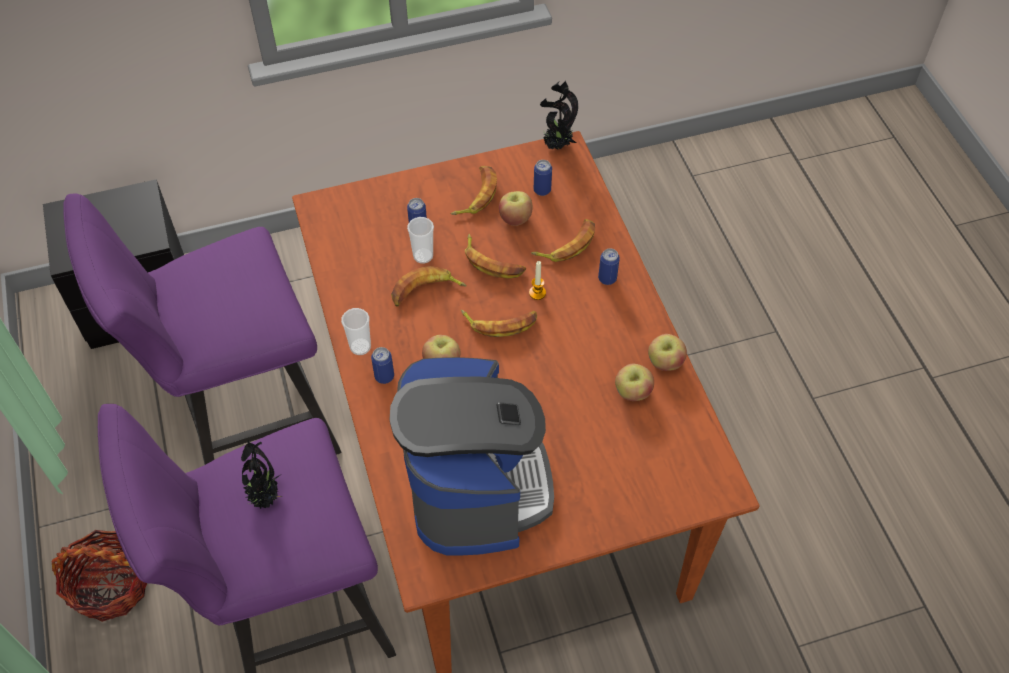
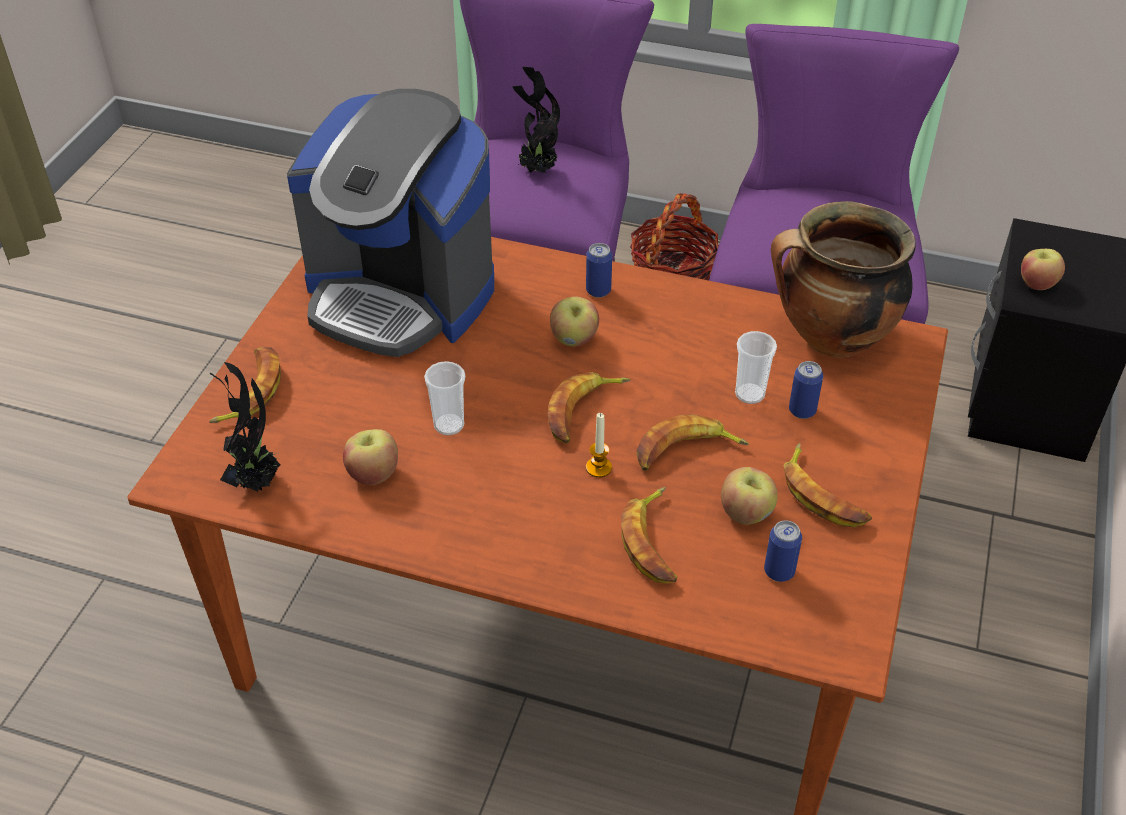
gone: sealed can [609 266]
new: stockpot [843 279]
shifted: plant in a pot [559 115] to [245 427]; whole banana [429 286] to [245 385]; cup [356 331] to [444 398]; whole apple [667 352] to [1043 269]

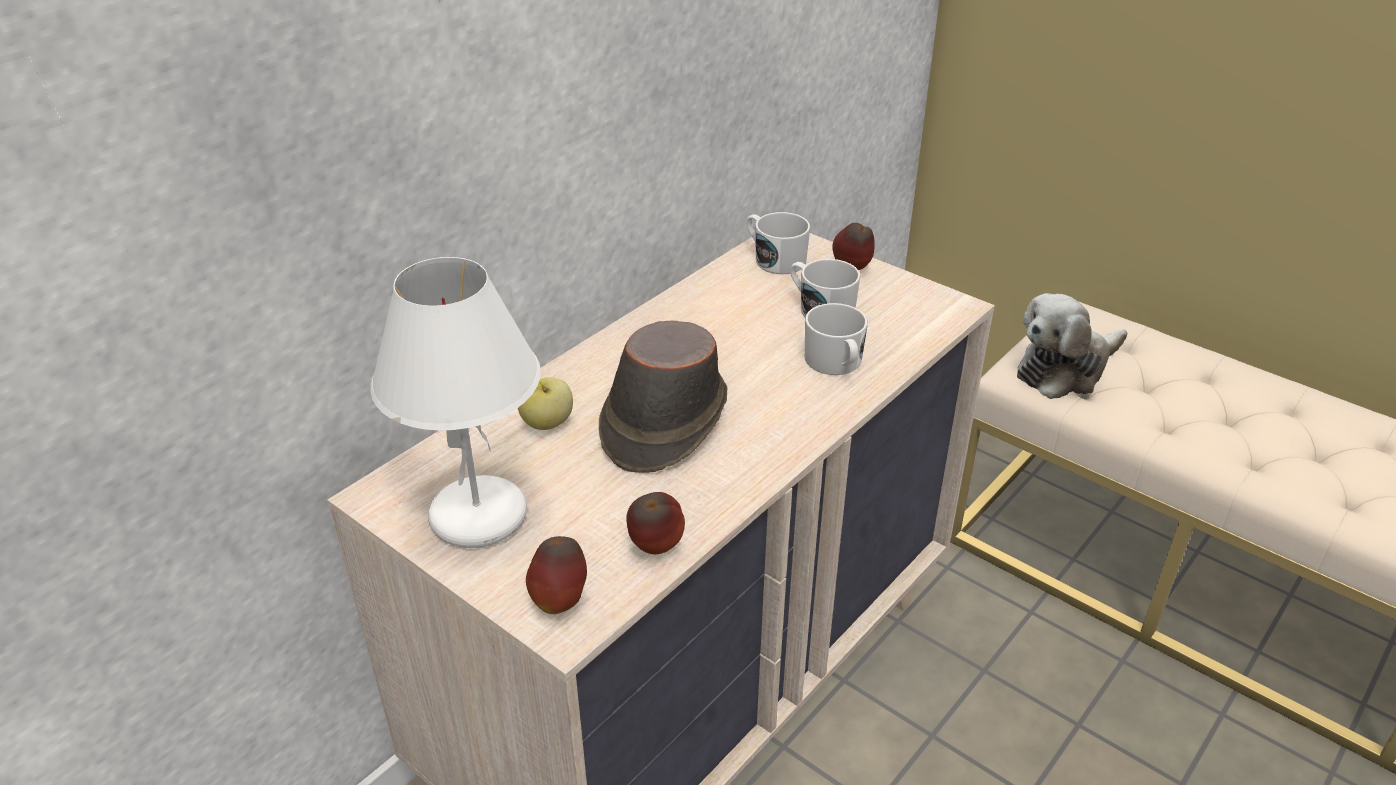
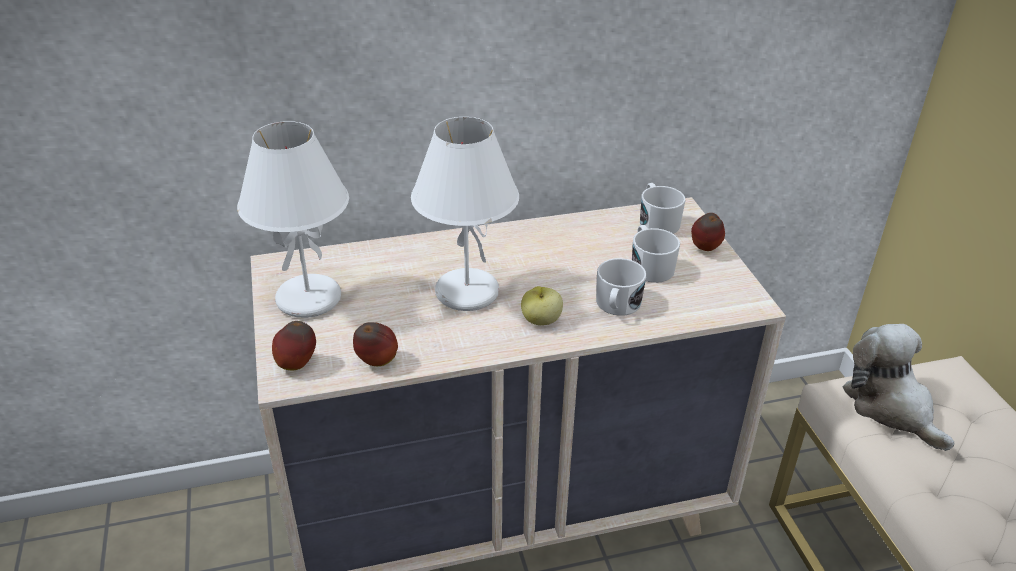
shifted: whole apple [545 403] to [542 305]
swapped: clothing hat (brownish) [663 397] to table lamp (whitish) [465 214]
rotated: plush toy [1072 346] = [899 387] 60 degrees clockwise

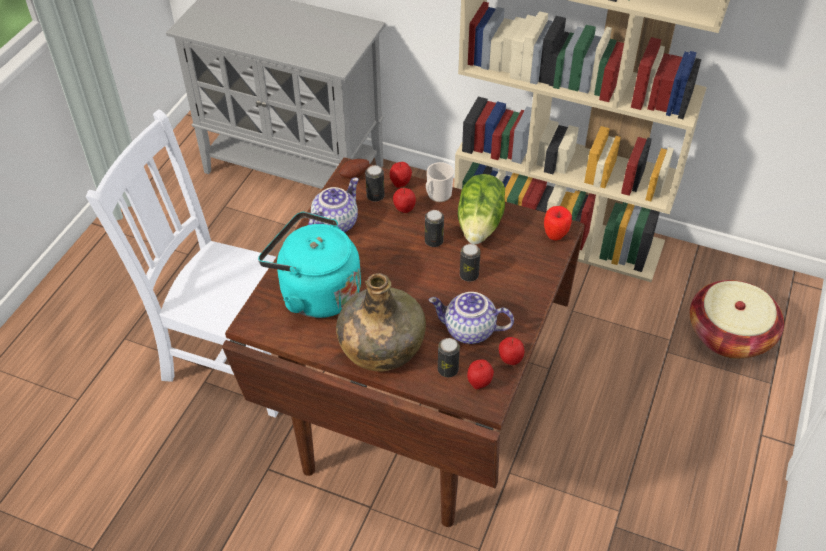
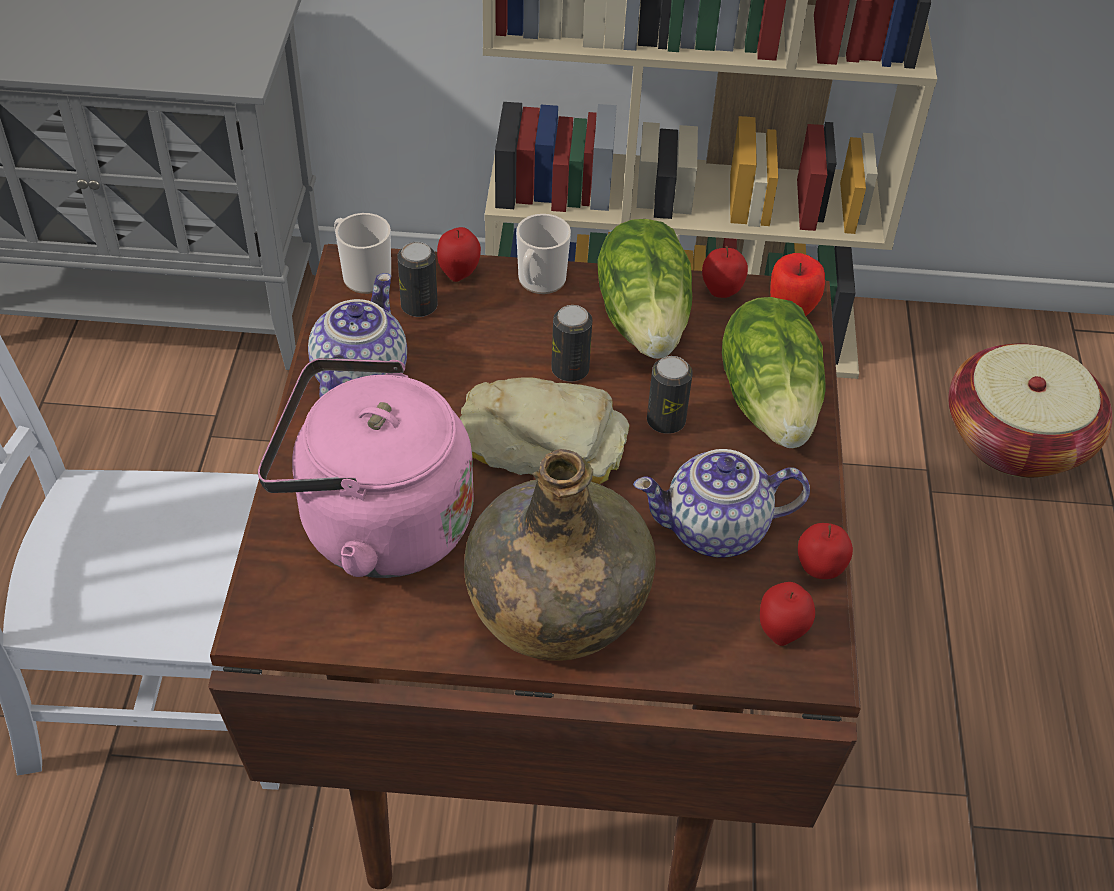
gone: sealed can [449 357]
new: head of lettuce [774 372]; baked bread [545 430]
shifted: whole apple [404 200] to [725 272]
swapped: potato [354 169] to coffee mug [362 253]
repainted: water kettle (turquoise-coloured) [309 264] to water kettle (pinkish) [366 468]

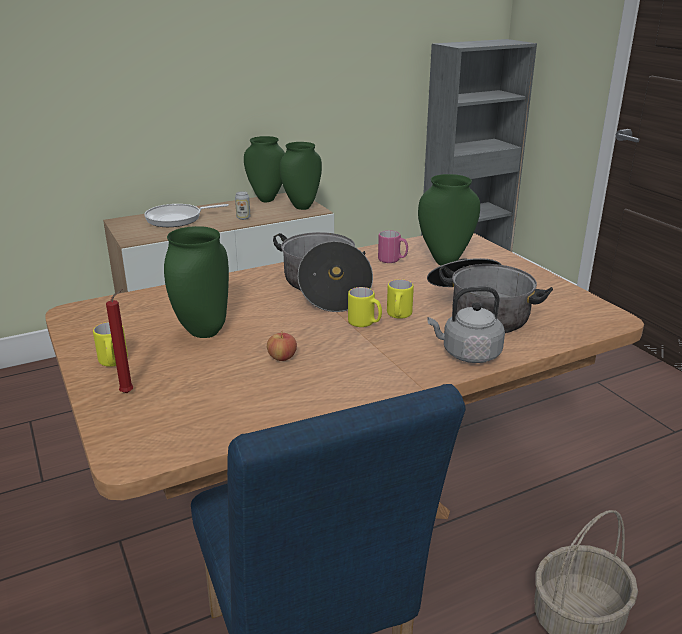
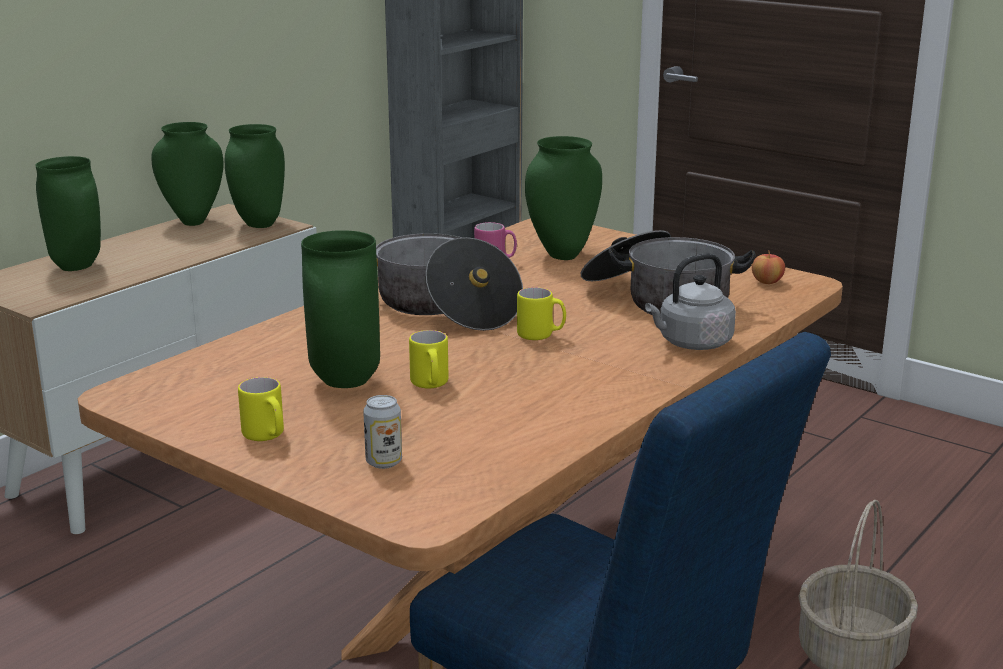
gone: wax light (red) [119 341]
shifted: sealed can [242 205] to [382 432]; coffee mug (yellow) [400 299] to [428 359]; whole apple [282 346] to [768 267]
swapped: pan [186 215] to decorative vase (greenish) [68 213]

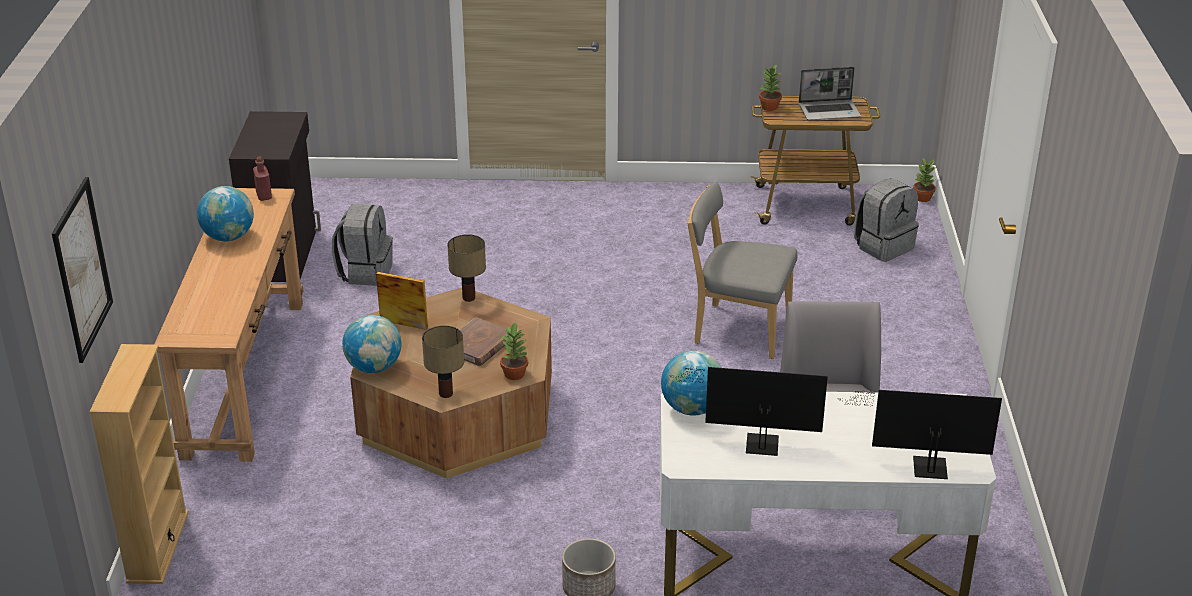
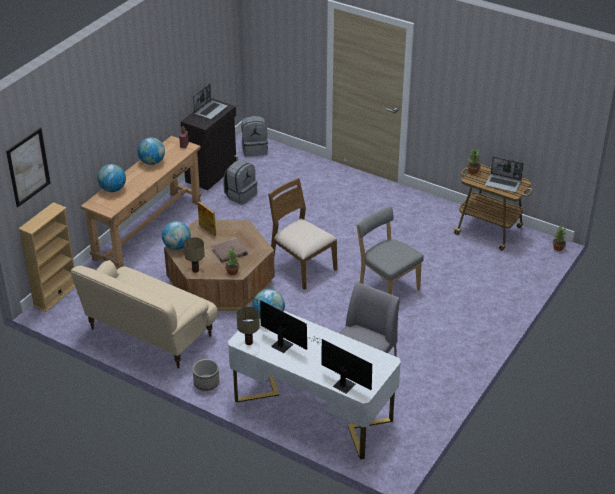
new: laptop [210 101]; desk globe [111 178]; plain chair (brownish) [302 234]; sofa (beige-coloured) [144 314]
shifted: rucksack (greyish) [886 220] to [254 136]; table lamp [466 268] to [248 326]

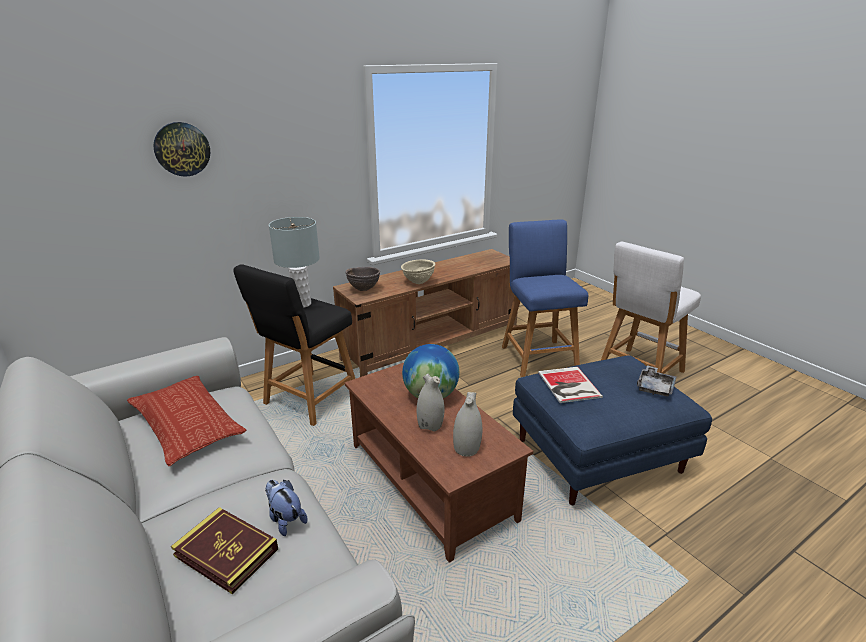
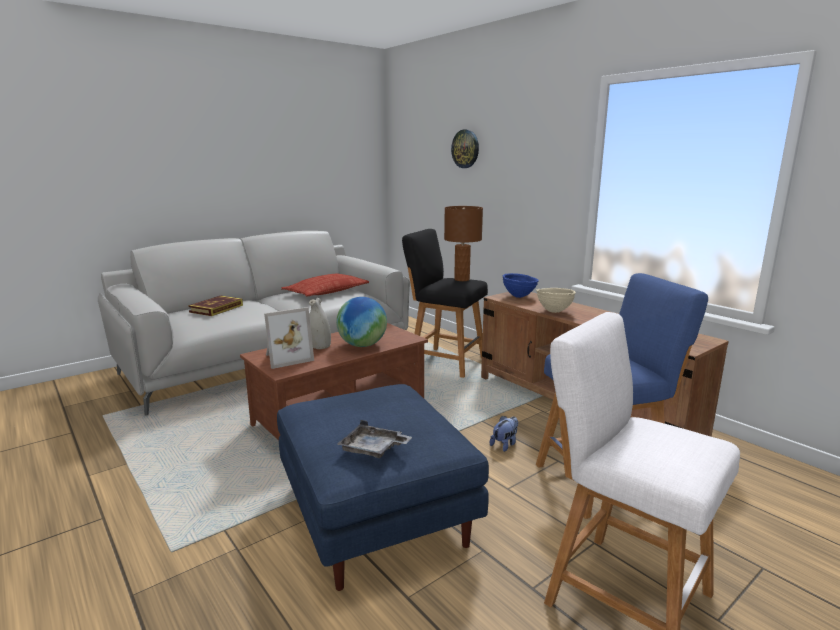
gone: volume [570 385]
shifted: plush toy [286 508] to [504 434]
swapped: decorative vase (whitish) [467 424] to picture frame [289 338]
repainted: table lamp (greyish) [294 262] to table lamp (brownish) [463 243]; deep dish (brownish) [362 279] to deep dish (bluish) [521 285]

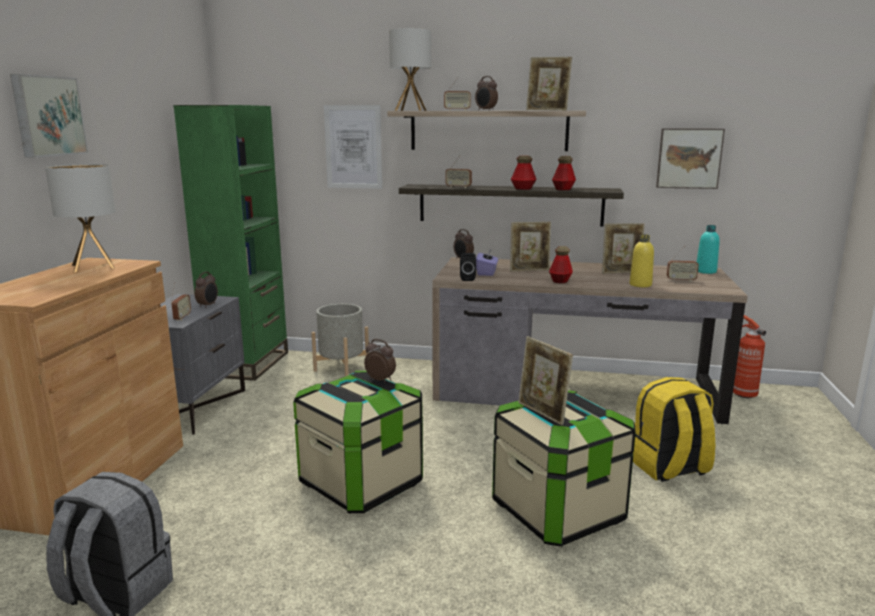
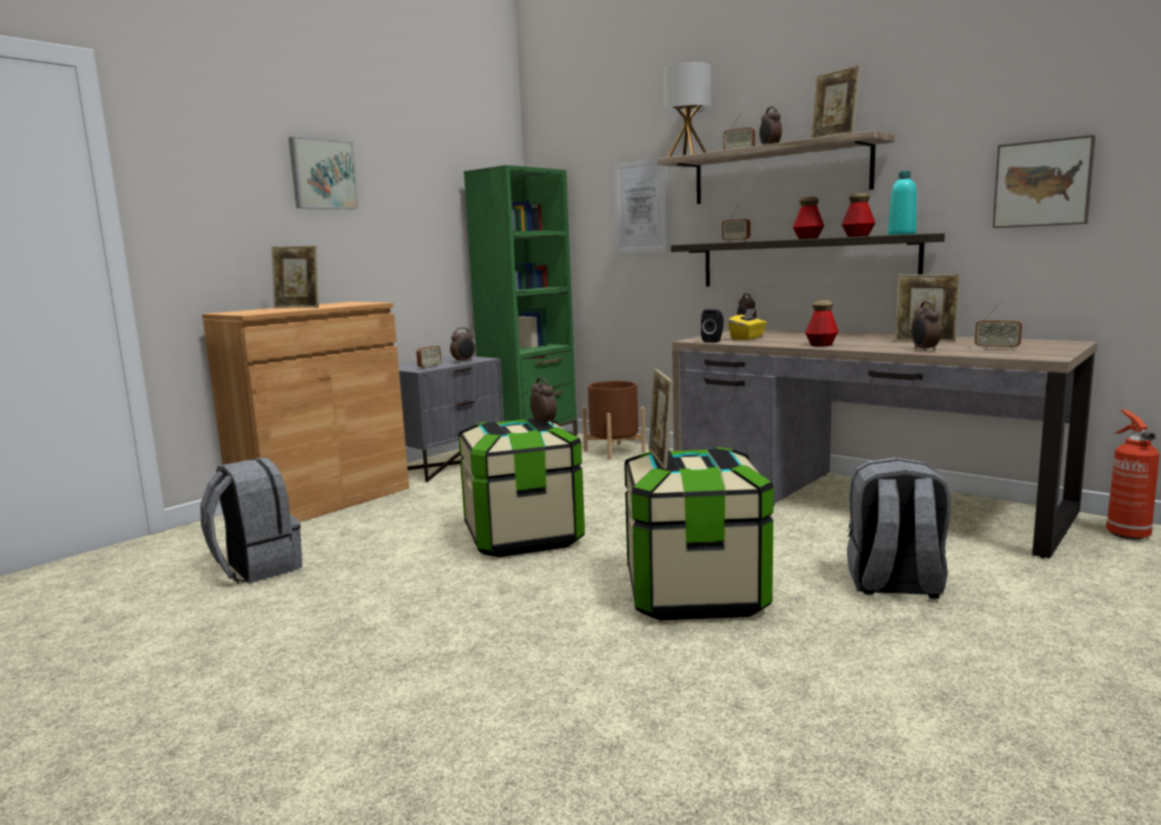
gone: table lamp [80 218]
shifted: picture frame [530 247] to [295 277]; drink bottle (turquoise-coloured) [708 249] to [902 203]
swapped: drink bottle (yellow) [641 260] to alarm clock [926 326]
repainted: tissue box (purplish) [487 262] to tissue box (yellow) [747 324]; planter (greyish) [340 340] to planter (brownish) [614 420]; rucksack (yellow) [674 429] to rucksack (greyish) [899 528]

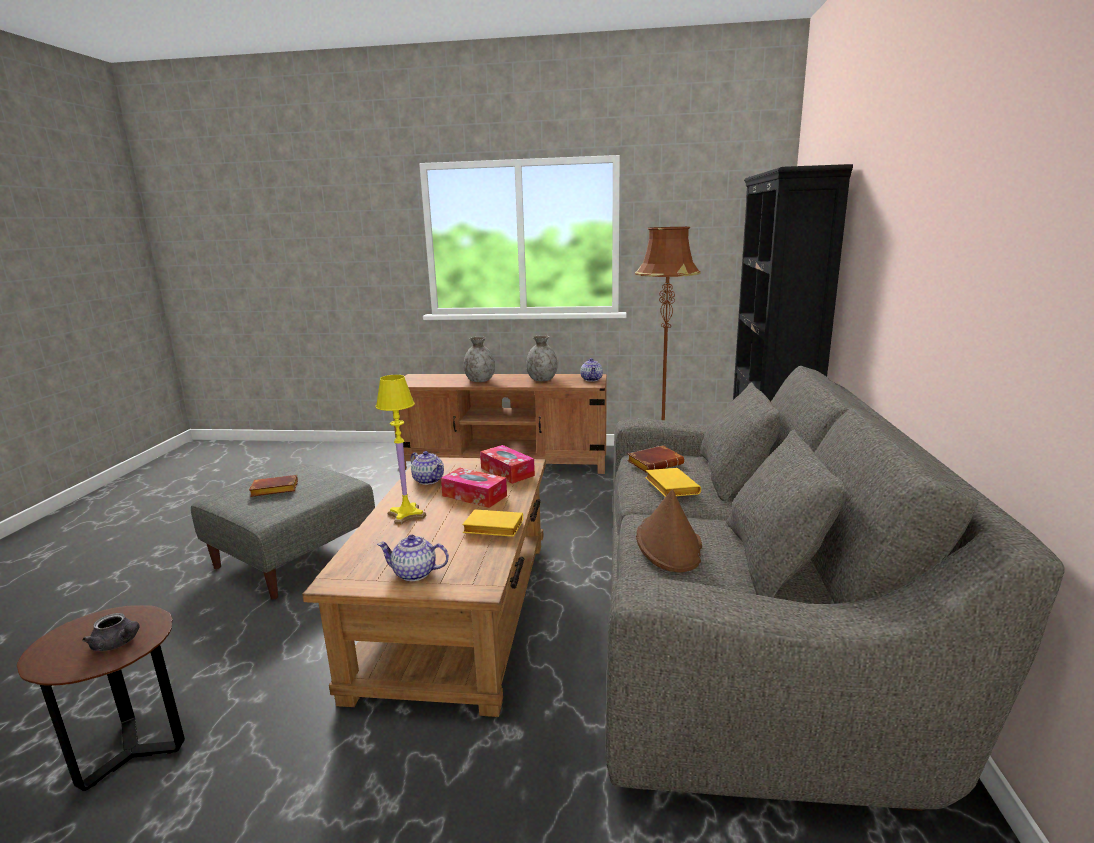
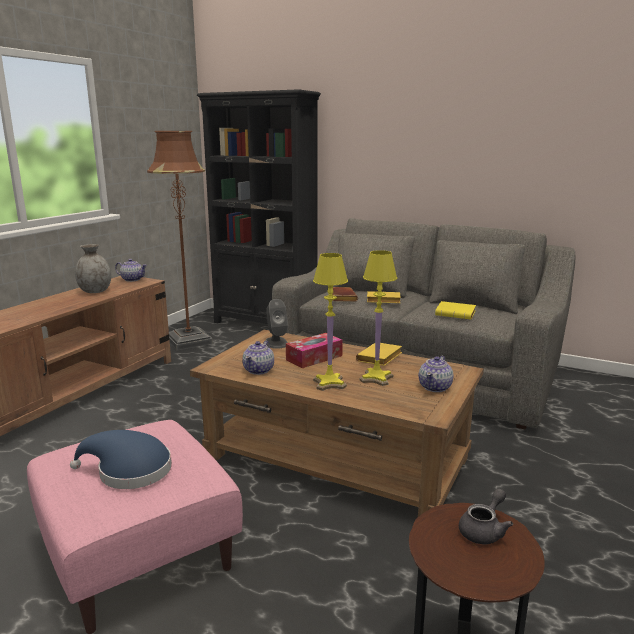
gone: decorative vase (greyish) [479 359]
new: table lamp (yellow) [378 318]
swapped: tissue box [507 464] to loudspeaker (greyish) [277 324]; volume (brownish) [273 486] to clothing hat (bluish) [121 459]; clothing hat (brownish) [669 530] to volume (yellow) [455 310]
repainted: footrest (greyish) [283 532] to footrest (pinkish) [135 527]
rotated: tea pot [427 468] = [258 358] 135 degrees clockwise

